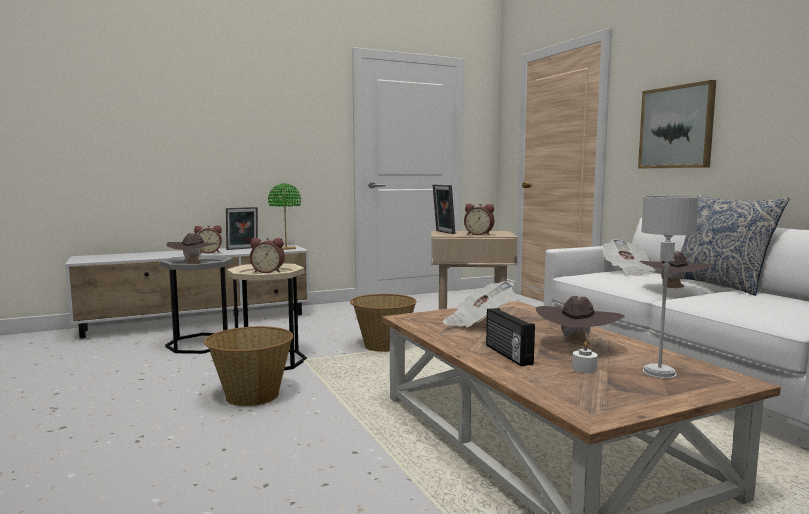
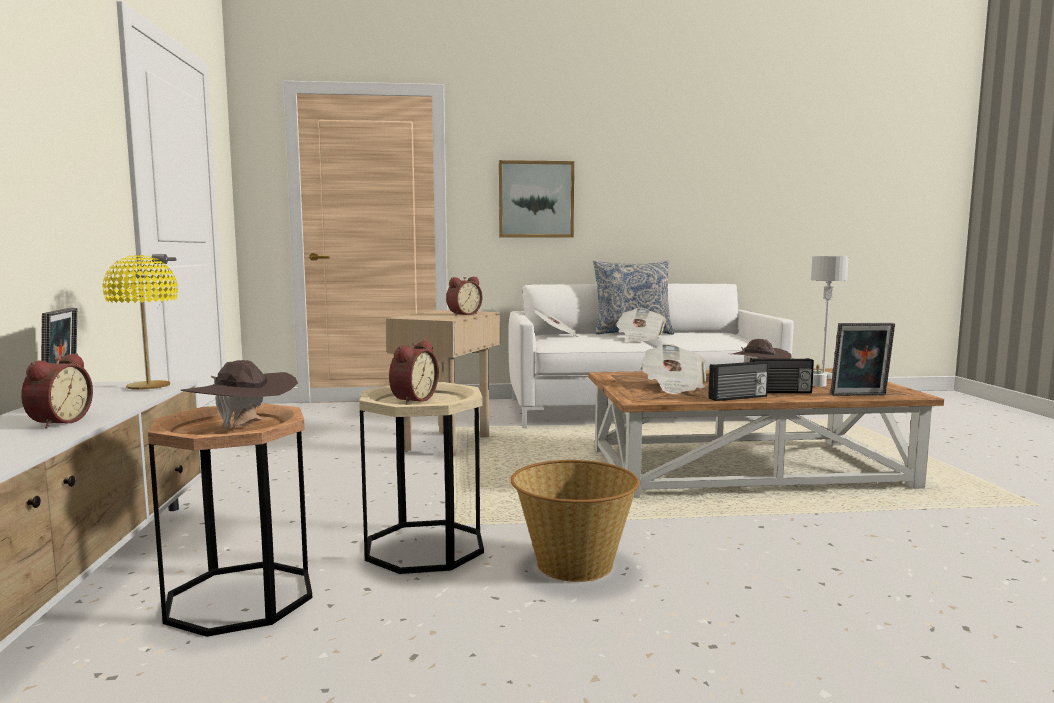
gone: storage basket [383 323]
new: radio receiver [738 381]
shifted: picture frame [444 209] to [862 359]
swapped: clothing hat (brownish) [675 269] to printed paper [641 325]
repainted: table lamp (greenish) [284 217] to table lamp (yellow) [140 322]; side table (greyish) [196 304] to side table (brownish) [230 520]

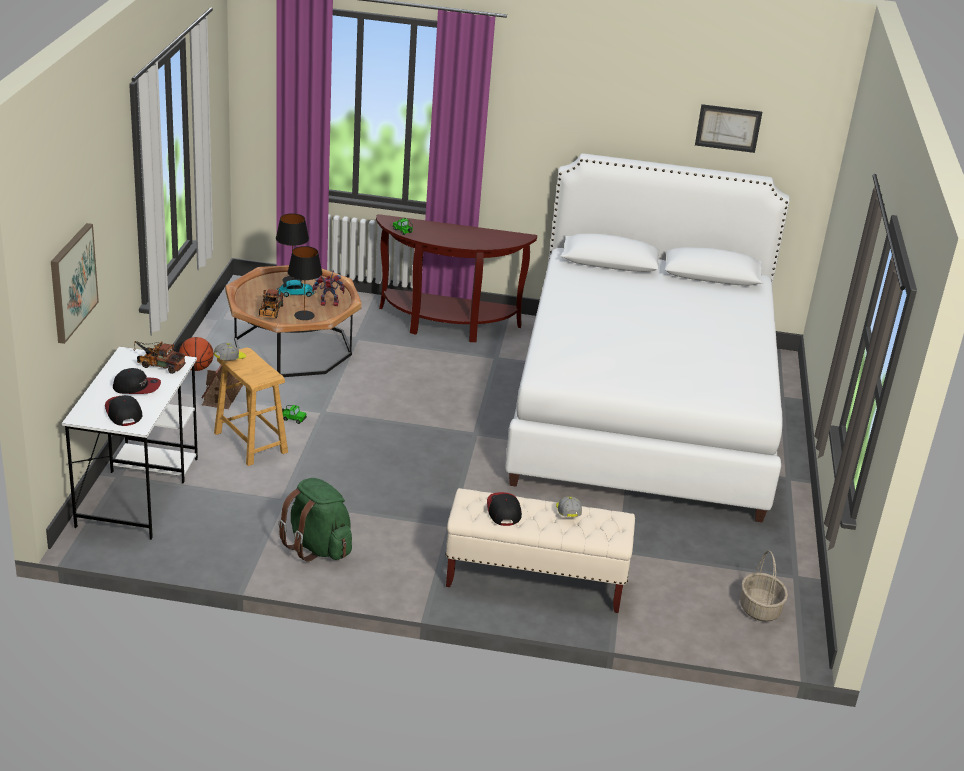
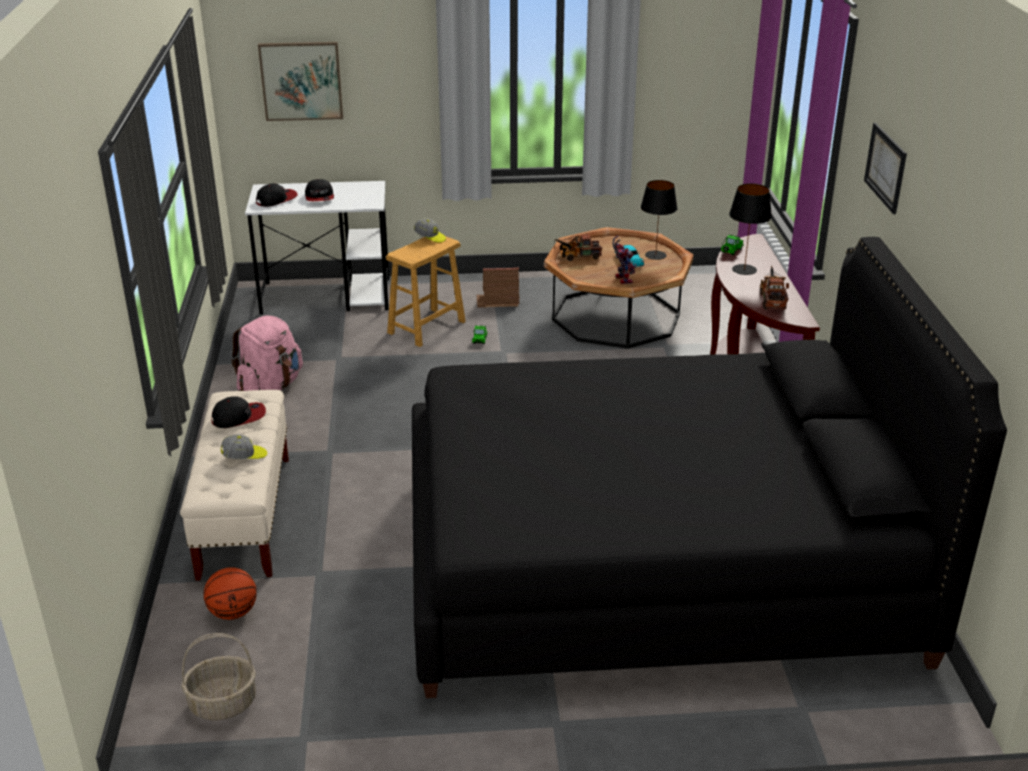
shifted: wall art [728 128] to [885 168]; table lamp (blackish) [305 283] to [750 229]; basketball ball [196 354] to [230 593]; toy lorry [159 357] to [774 288]
repainted: bedroom bed (whitish) [647 337] to bedroom bed (blackish) [709 467]; rucksack (greenish) [315 520] to rucksack (pinkish) [267 353]

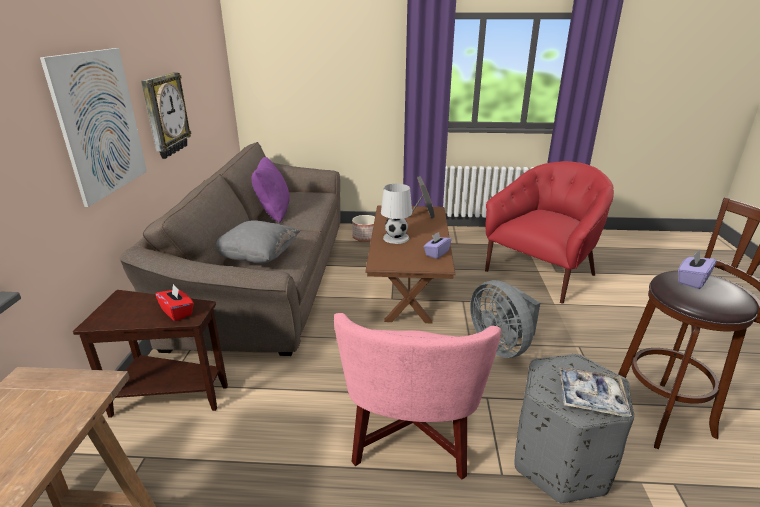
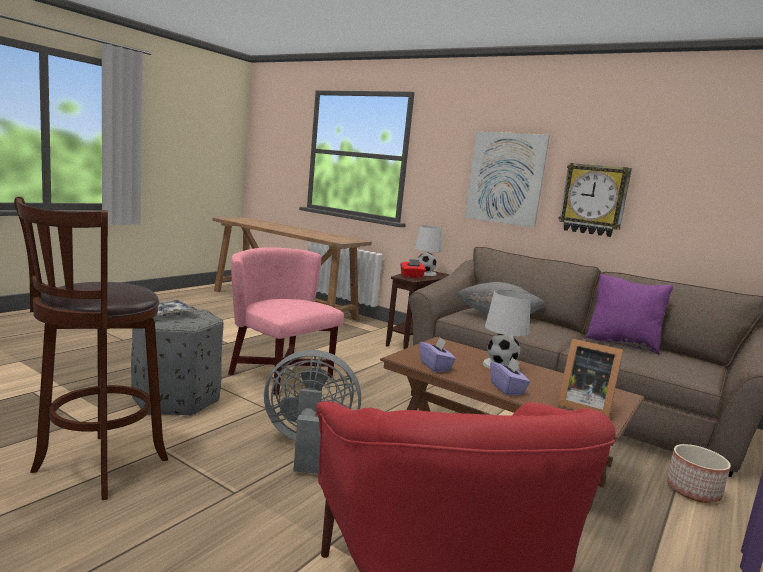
new: table lamp (whitish) [428 250]
shifted: tissue box (purplish) [697 269] to [510 376]

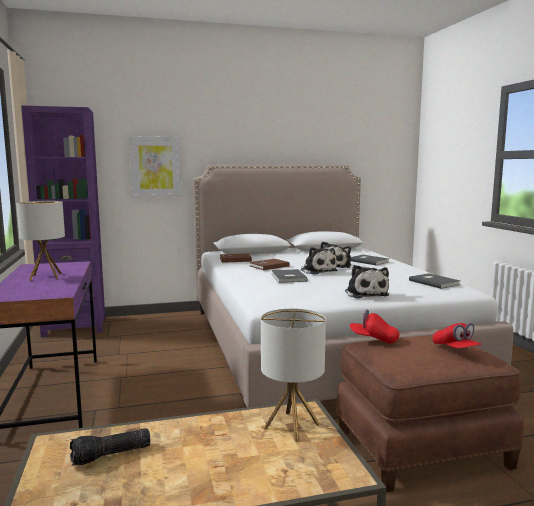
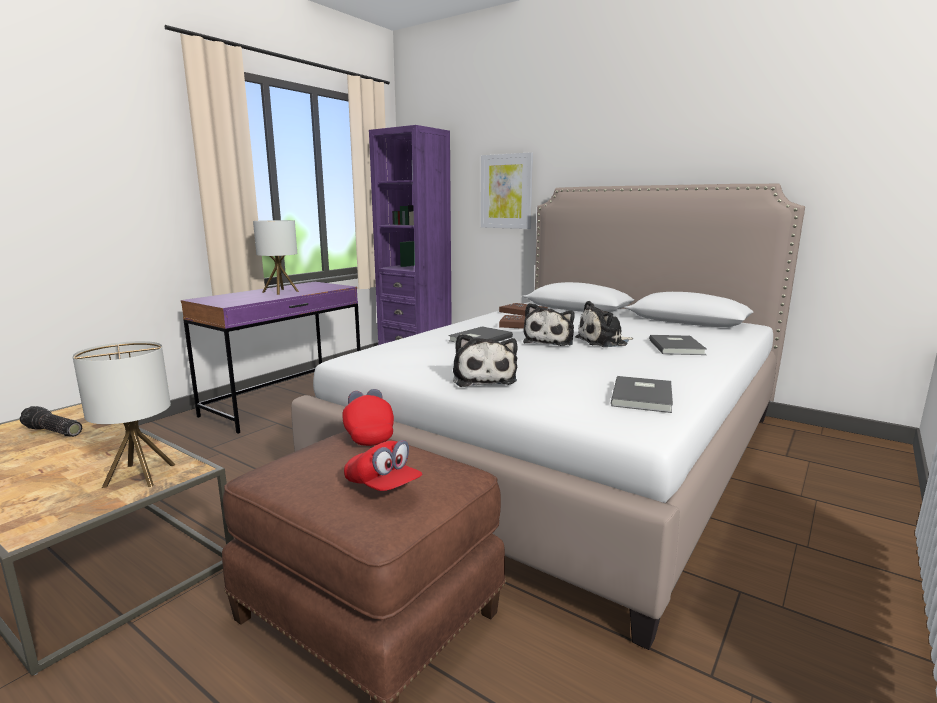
rotated: plush toy [367 281] = [485 360] 45 degrees counterclockwise; baseball cap (red) [457 335] = [383 465] 75 degrees counterclockwise

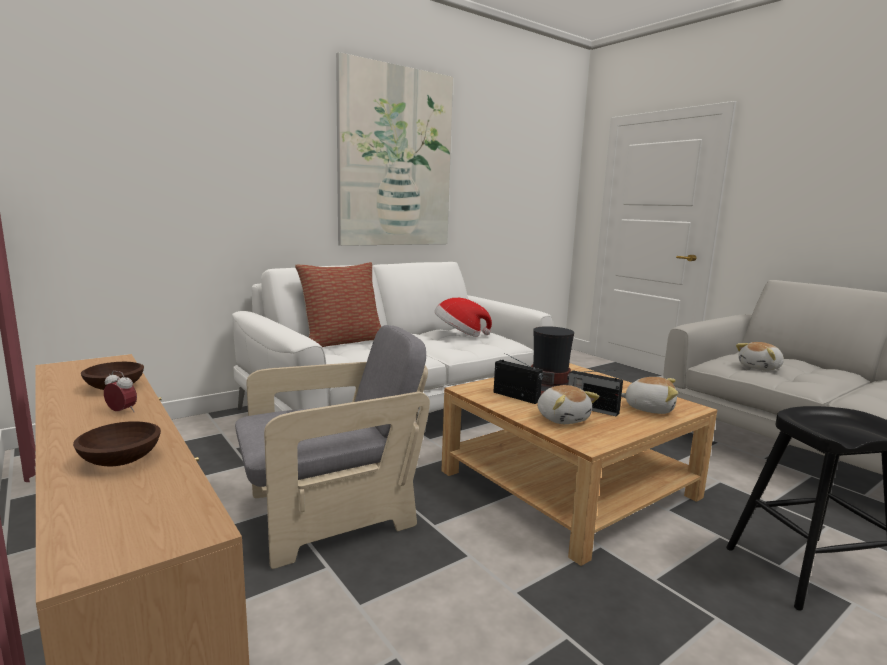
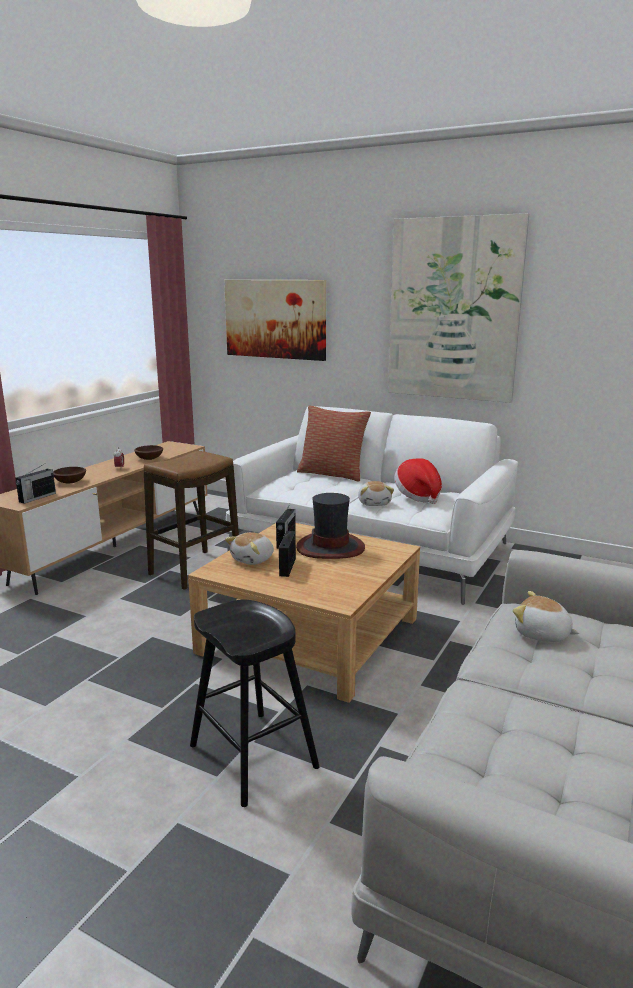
new: wall art [275 320]; radio receiver [36 484]
shifted: plush toy [649 395] to [376 493]
swapped: lounge chair (greyish) [332 447] to stool seat [191 520]

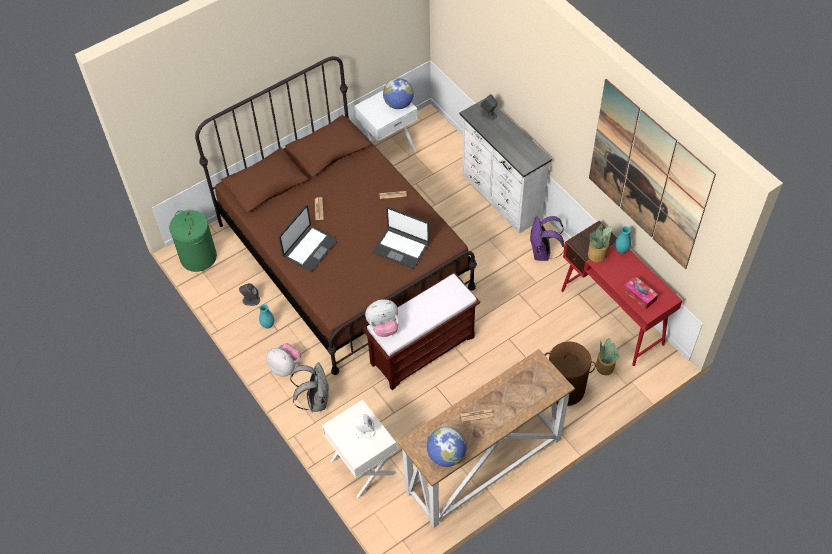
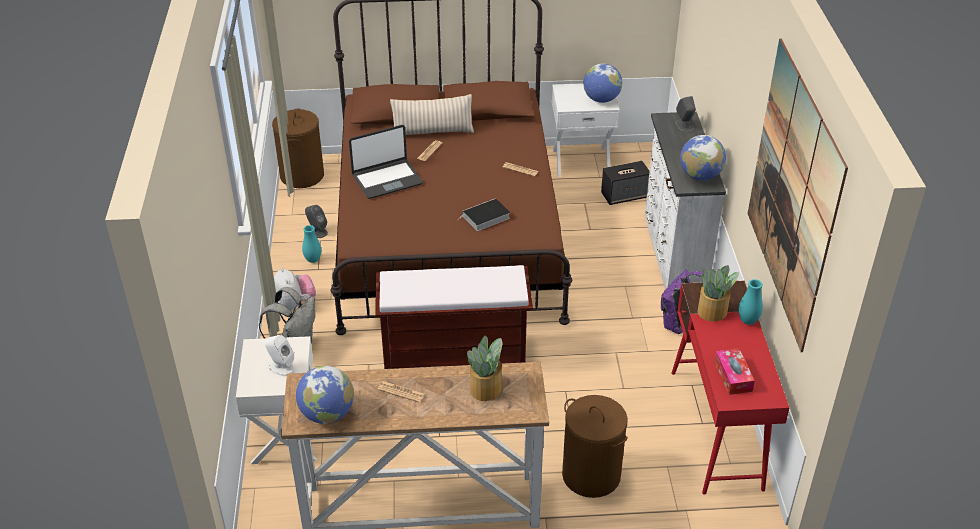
gone: plush toy [382 318]
new: throw pillow (beige-coloured) [432 114]; desk globe [703 157]; loudspeaker [625 183]
shifted: plant in a pot [608 356] to [484 368]
swapped: laptop [401 238] to volume [483 214]
repainted: hamper (greenish) [193 241] to hamper (brownish) [298 148]

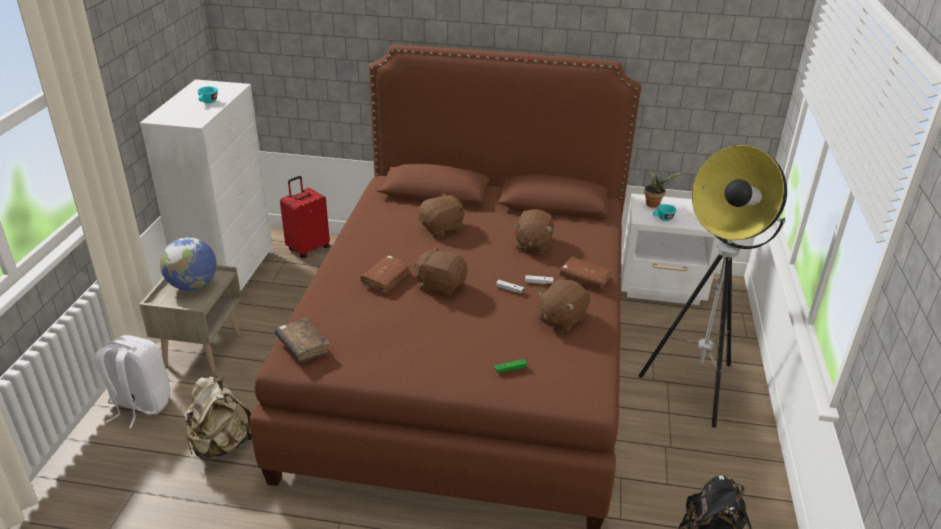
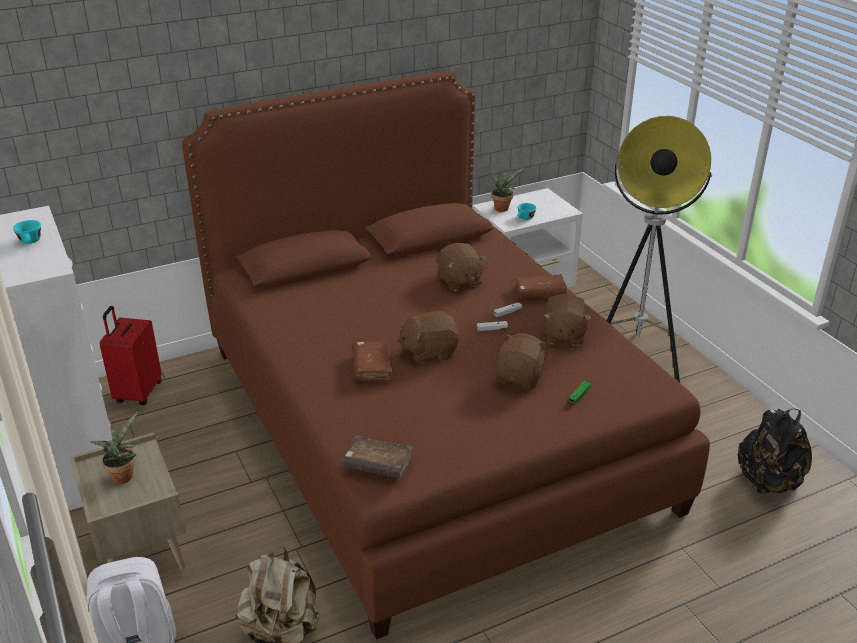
shifted: plush toy (brownish) [441 215] to [523 361]
swapped: desk globe [188 264] to plant in a pot [113 448]

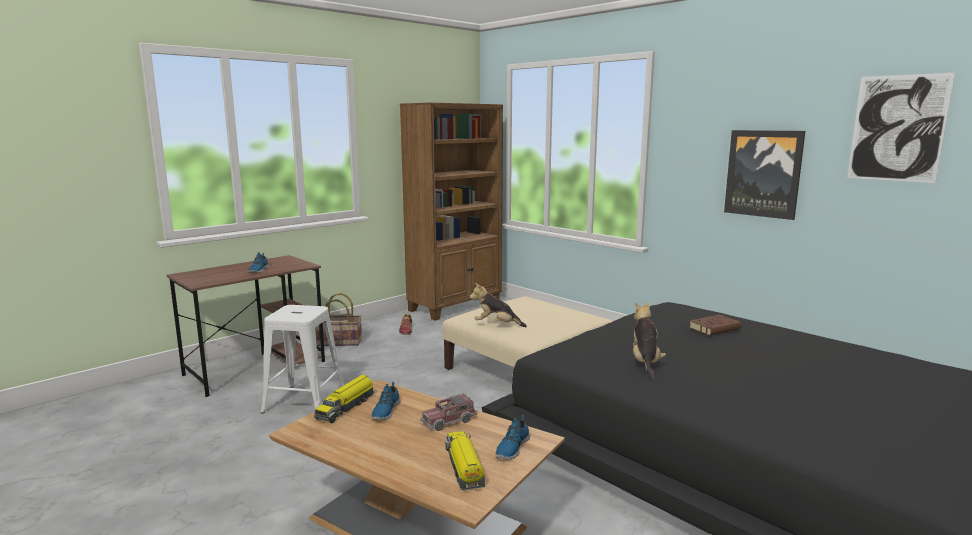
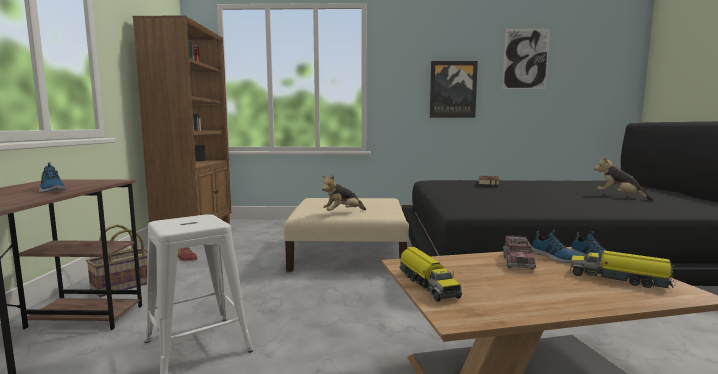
shifted: plush toy [649 340] to [624 179]; low shoe [385 401] to [556 246]

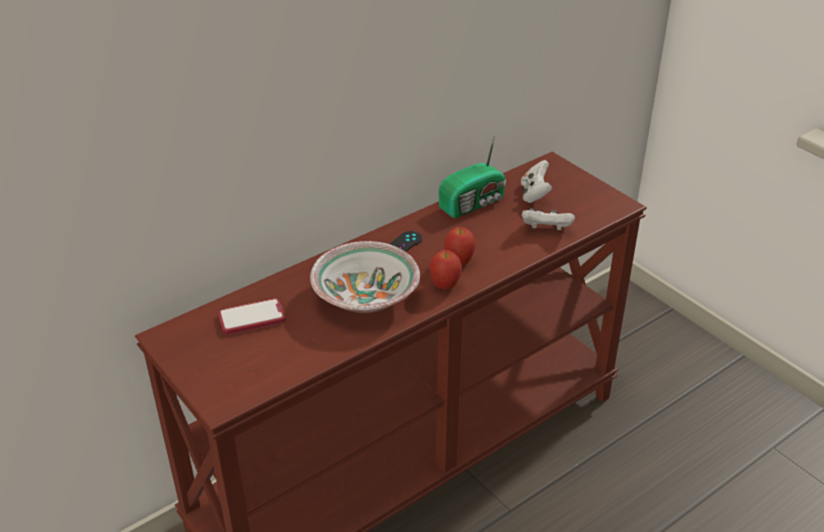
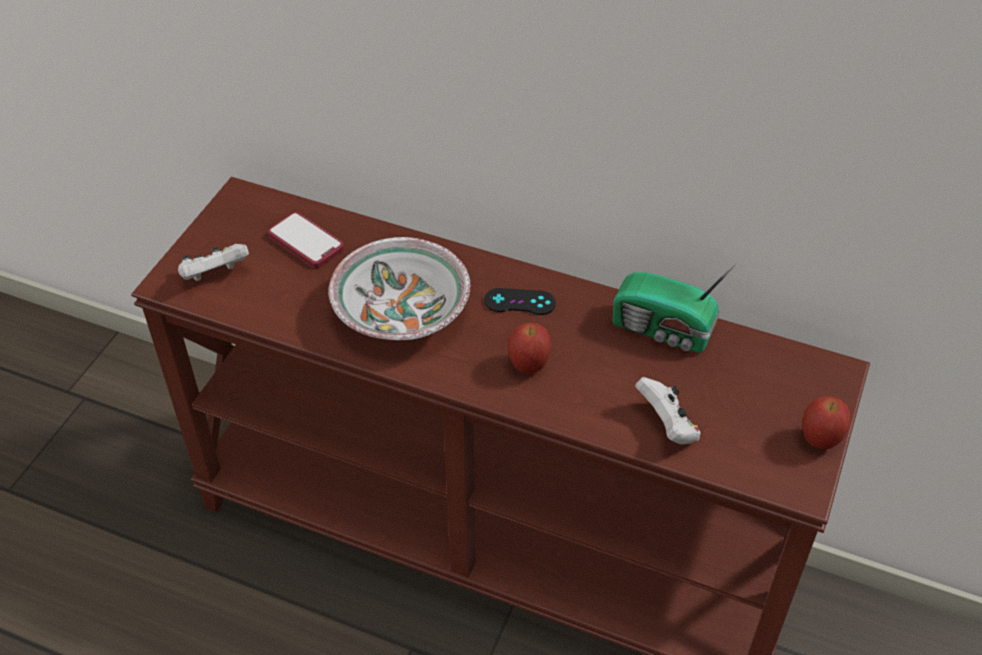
shifted: gamepad (whitish) [536 181] to [213 262]; whole apple [445 270] to [826 422]

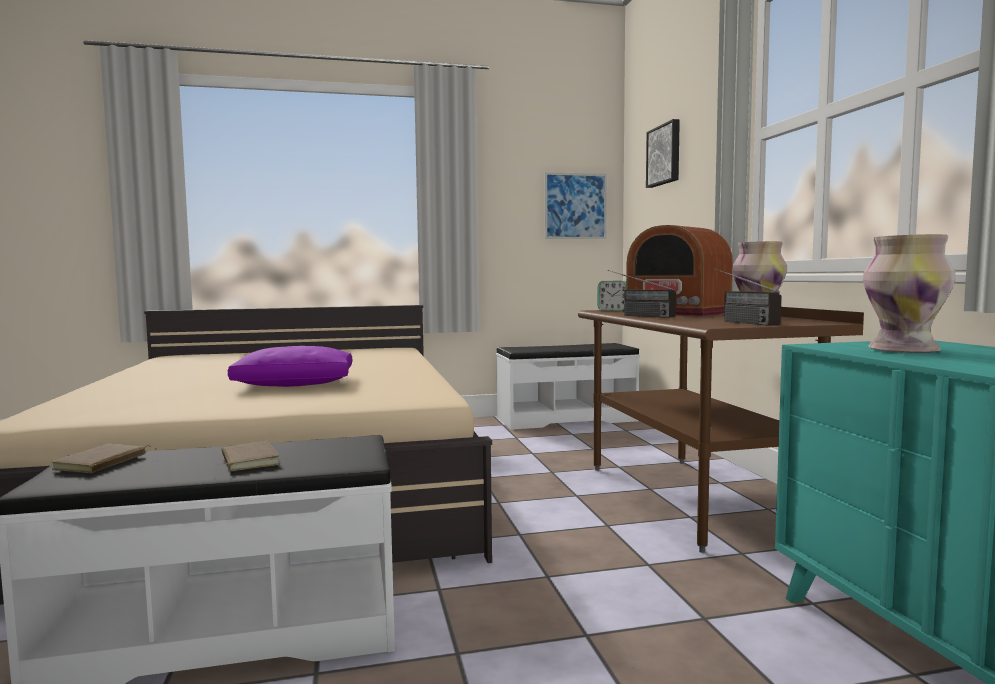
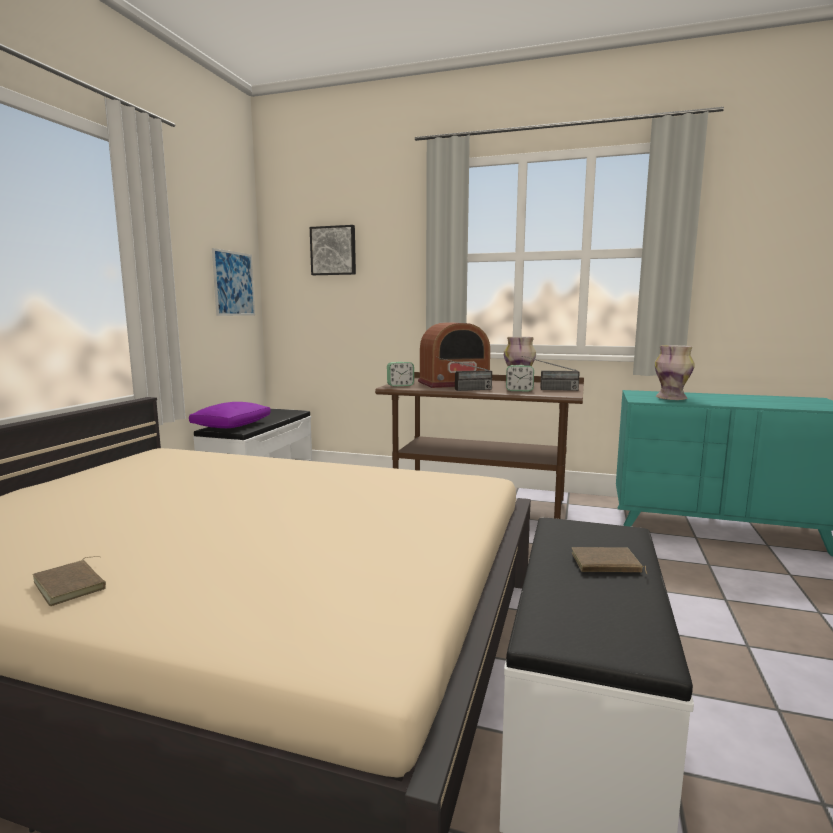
new: alarm clock [520 378]
shifted: throw pillow (purplish) [290 366] to [230 415]; volume (brownish) [104 458] to [69 581]

